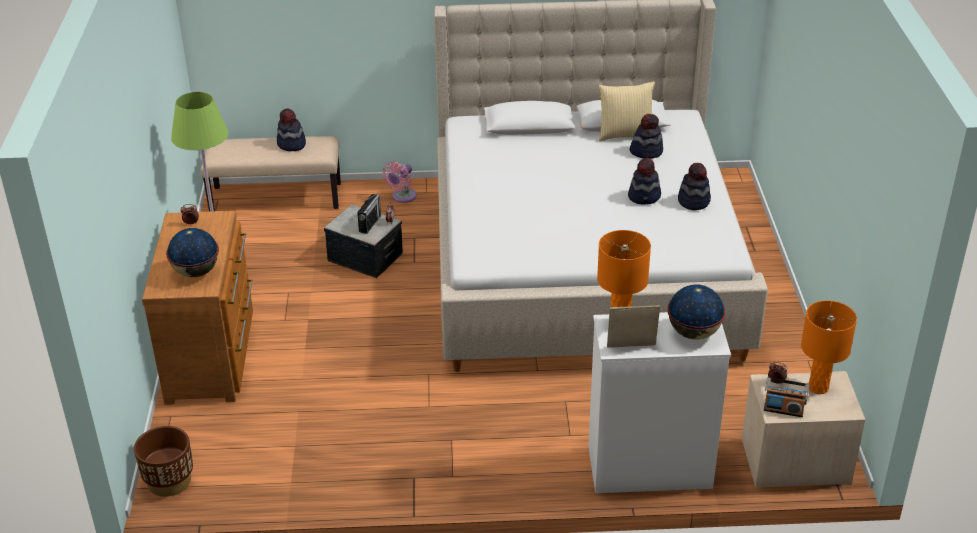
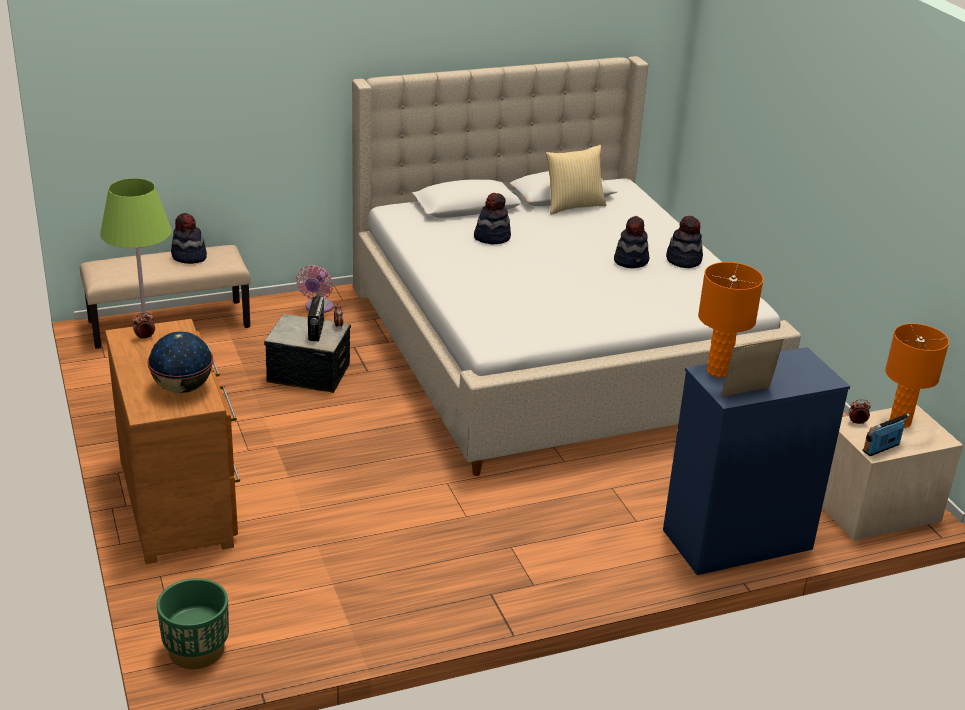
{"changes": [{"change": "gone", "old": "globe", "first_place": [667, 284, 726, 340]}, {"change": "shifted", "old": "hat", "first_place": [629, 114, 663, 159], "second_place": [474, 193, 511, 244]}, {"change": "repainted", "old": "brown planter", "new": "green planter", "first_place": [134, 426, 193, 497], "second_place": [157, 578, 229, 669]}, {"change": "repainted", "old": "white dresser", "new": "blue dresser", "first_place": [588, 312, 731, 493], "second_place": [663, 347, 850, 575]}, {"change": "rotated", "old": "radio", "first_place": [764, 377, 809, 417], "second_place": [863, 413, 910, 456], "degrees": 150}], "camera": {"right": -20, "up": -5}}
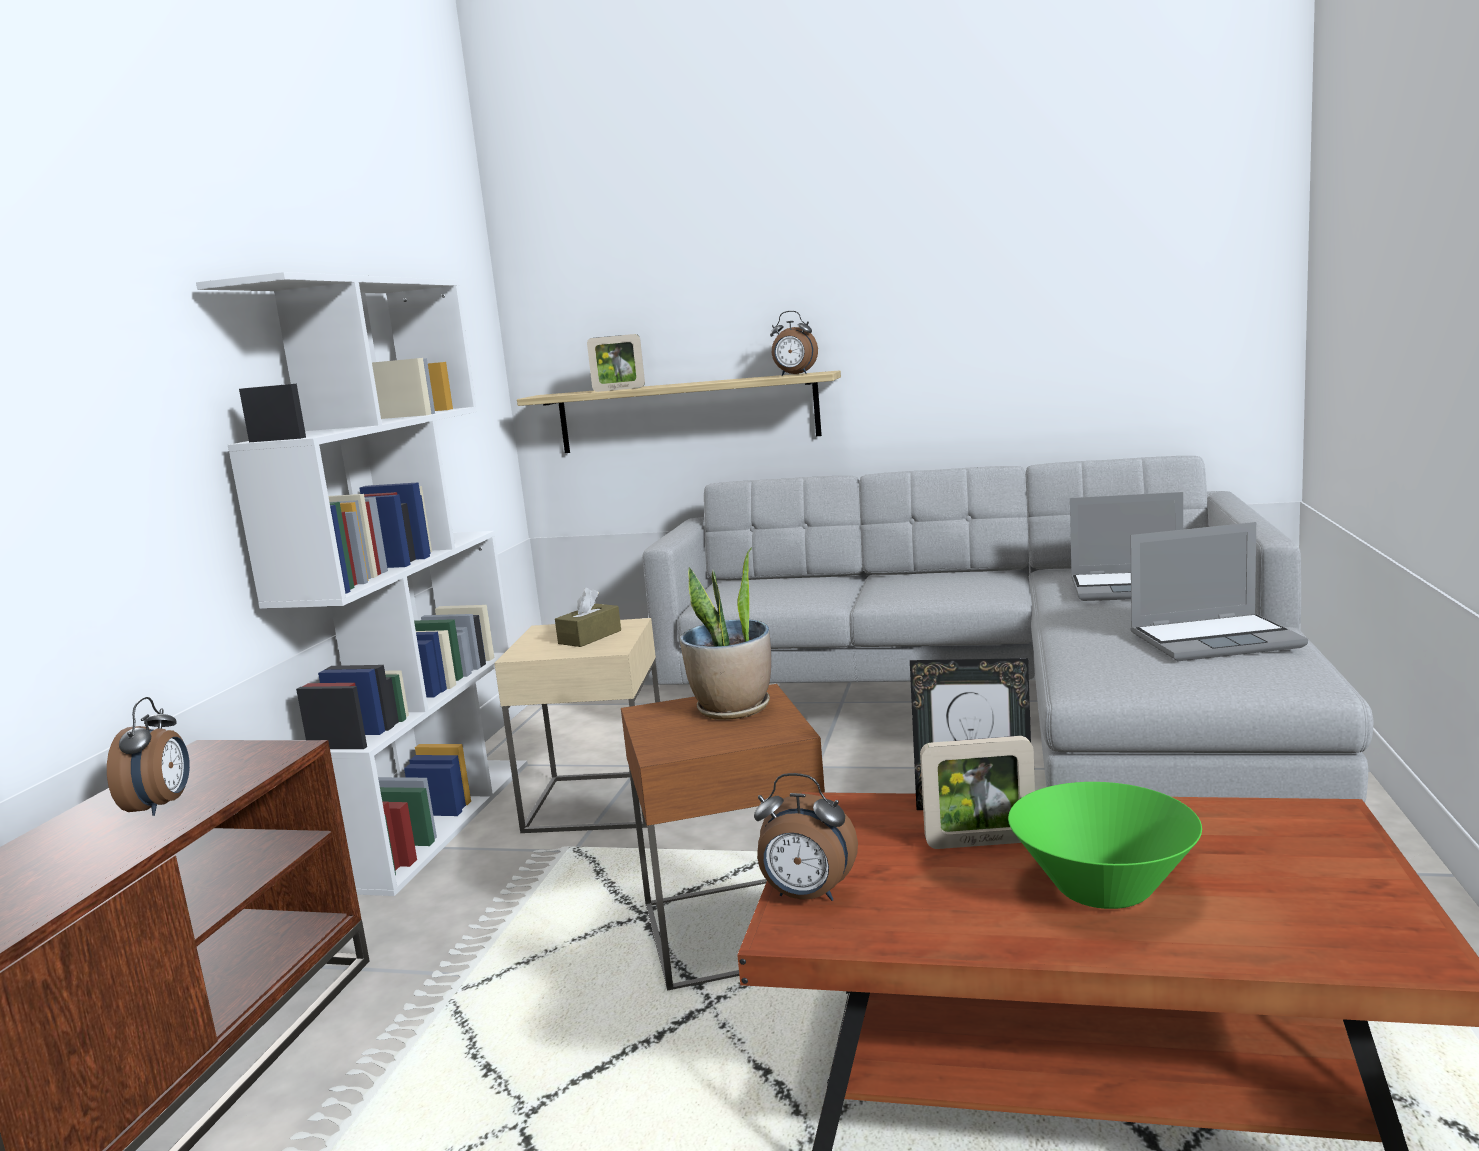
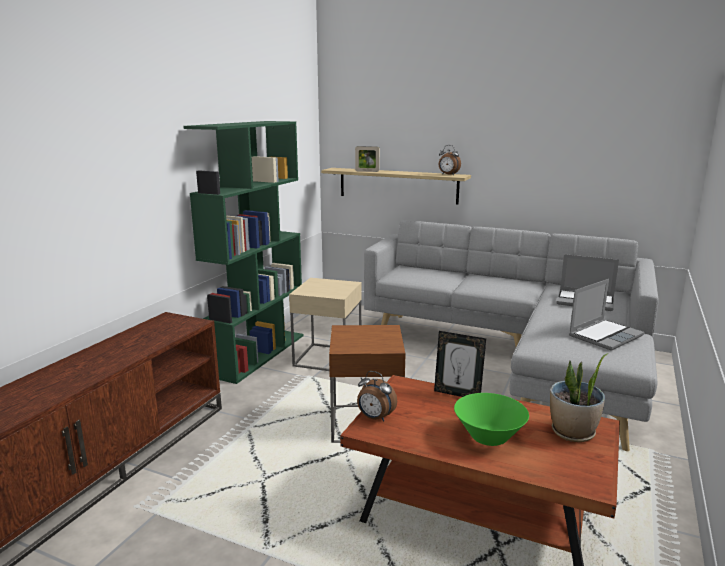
{"changes": [{"change": "gone", "old": "alarm clock", "first_place": [107, 697, 190, 816]}, {"change": "gone", "old": "brown tissue box", "first_place": [555, 588, 621, 647]}, {"change": "gone", "old": "picture frame", "first_place": [920, 736, 1035, 849]}, {"change": "shifted", "old": "potted plant", "first_place": [680, 547, 771, 720], "second_place": [550, 354, 607, 442]}, {"change": "repainted", "old": "white bookcase", "new": "green bookcase", "first_place": [196, 272, 528, 896], "second_place": [183, 121, 304, 384]}, {"change": "rotated", "old": "laptop", "first_place": [1130, 522, 1308, 661], "second_place": [569, 279, 645, 351], "degrees": -45}], "camera": {"right": 10, "up": 5}}
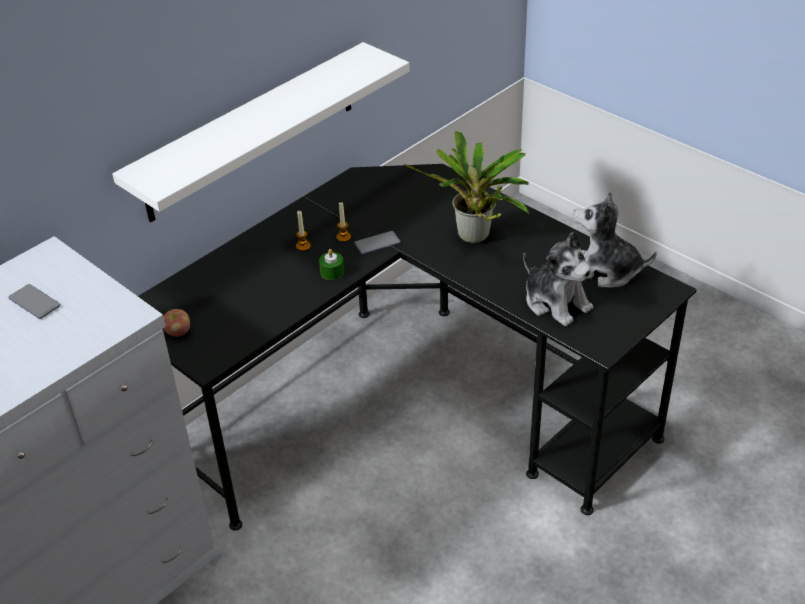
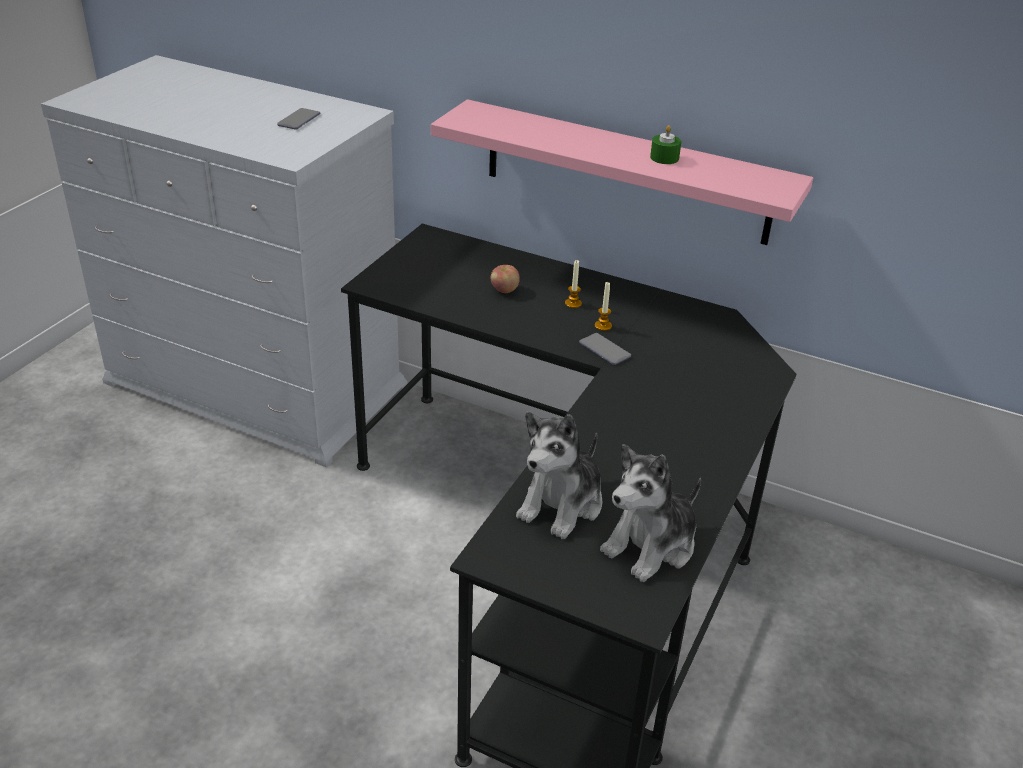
{"changes": [{"change": "gone", "old": "potted plant", "first_place": [404, 131, 529, 244]}, {"change": "shifted", "old": "apple", "first_place": [163, 309, 190, 337], "second_place": [491, 265, 520, 293]}, {"change": "shifted", "old": "green candle", "first_place": [319, 249, 344, 280], "second_place": [650, 125, 681, 164]}, {"change": "repainted", "old": "white shelf", "new": "pink shelf", "first_place": [112, 42, 410, 222], "second_place": [431, 99, 813, 245]}, {"change": "rotated", "old": "plush toy", "first_place": [573, 192, 657, 288], "second_place": [600, 444, 701, 582], "degrees": -135}], "camera": {"right": 70, "up": -5}}
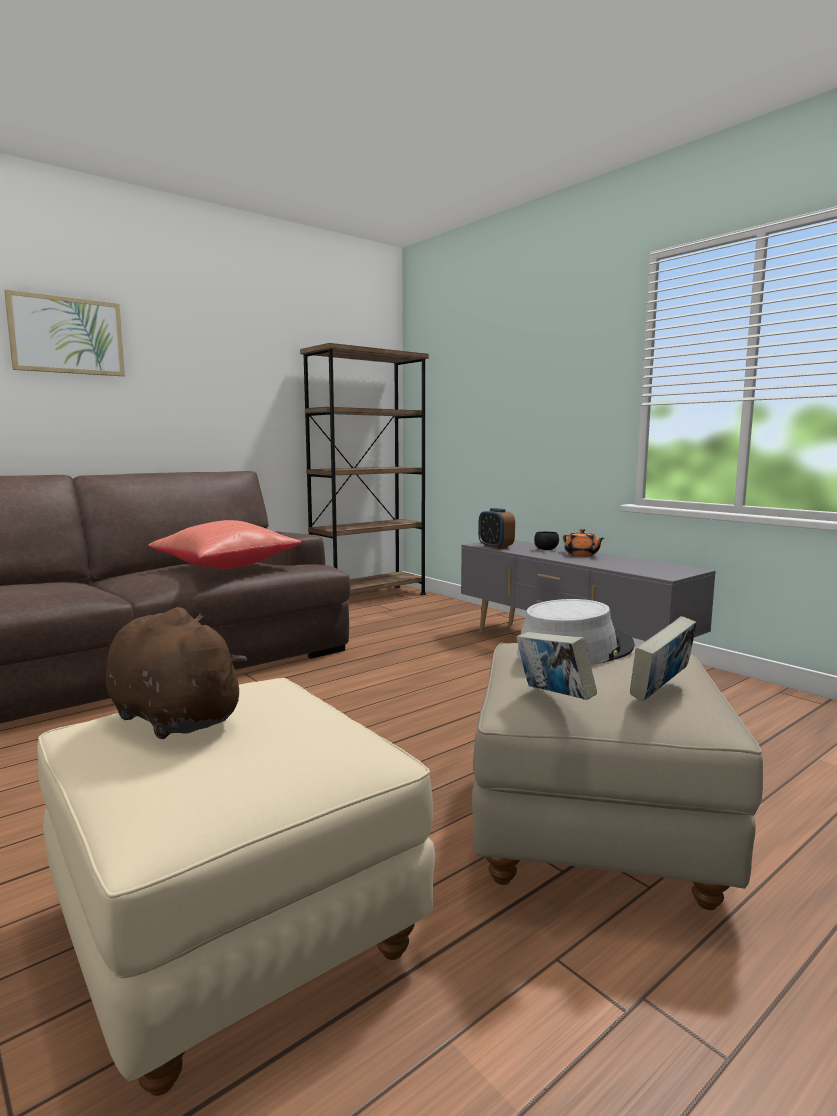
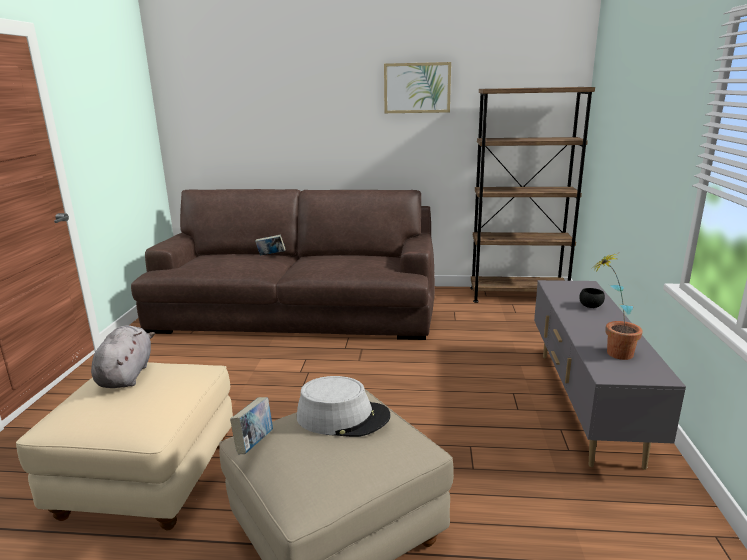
{"changes": [{"change": "gone", "old": "red pillow", "first_place": [148, 520, 301, 569]}, {"change": "gone", "old": "alarm clock", "first_place": [478, 508, 515, 549]}, {"change": "gone", "old": "orange teapot", "first_place": [563, 529, 604, 557]}, {"change": "new", "new": "potted plant", "second_place": [595, 253, 643, 360]}, {"change": "shifted", "old": "picture", "first_place": [4, 289, 125, 376], "second_place": [384, 62, 451, 113]}, {"change": "shifted", "old": "book", "first_place": [630, 616, 697, 701], "second_place": [255, 234, 286, 256]}, {"change": "repainted", "old": "brown plush toy", "new": "grey plush toy", "first_place": [106, 607, 247, 739], "second_place": [91, 325, 155, 388]}], "camera": {"right": 45, "up": 10}}
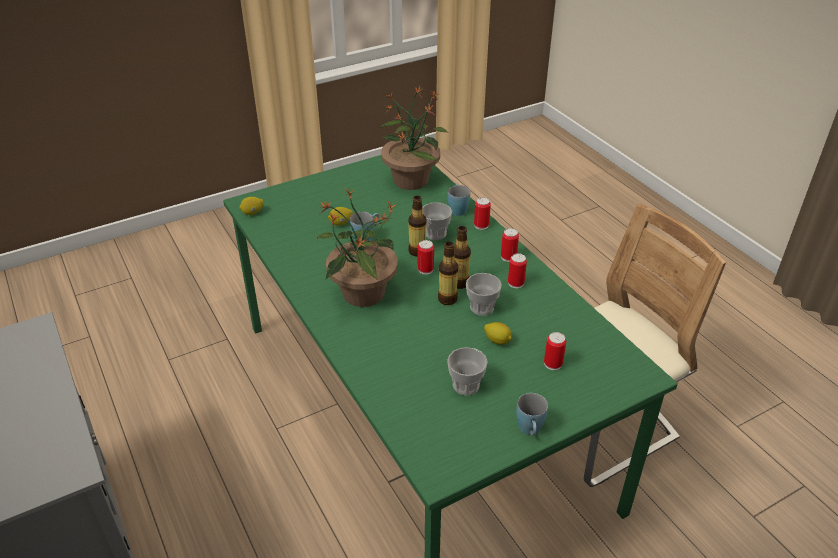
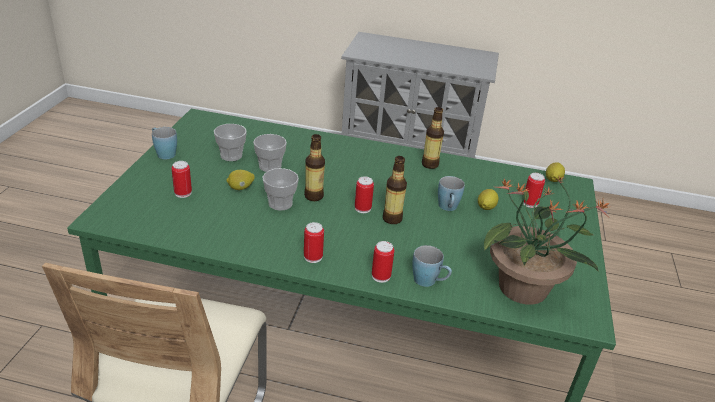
{"changes": [{"change": "gone", "old": "potted plant", "first_place": [317, 188, 398, 307]}, {"change": "shifted", "old": "cup", "first_place": [423, 202, 452, 240], "second_place": [253, 134, 287, 172]}, {"change": "shifted", "old": "bottle", "first_place": [454, 226, 471, 289], "second_place": [422, 107, 444, 169]}, {"change": "shifted", "old": "can", "first_place": [508, 253, 527, 288], "second_place": [523, 173, 545, 208]}], "camera": {"right": 130, "up": -5}}
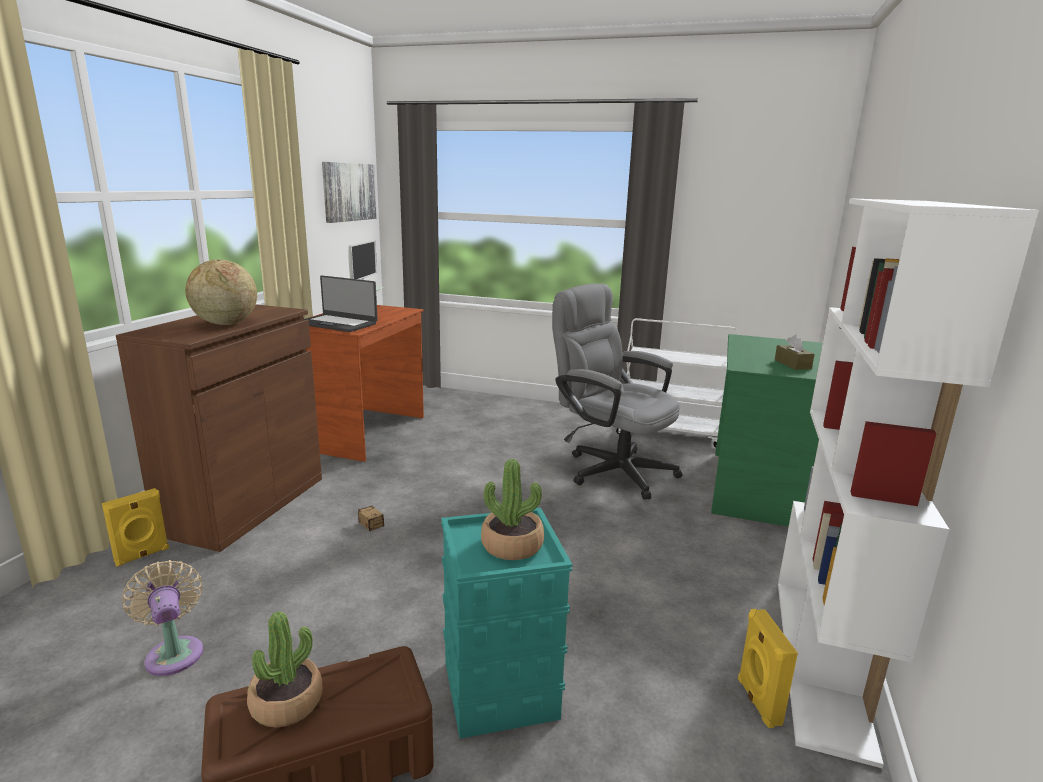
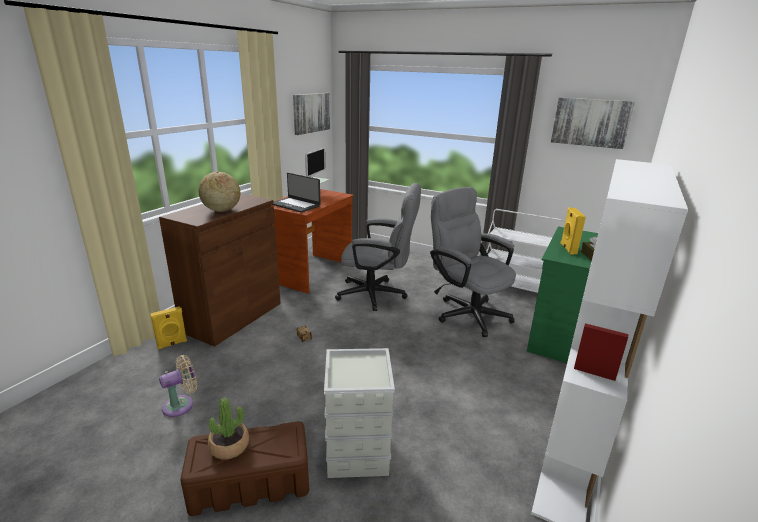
{"changes": [{"change": "gone", "old": "potted plant", "first_place": [481, 459, 544, 560]}, {"change": "new", "new": "grey office chair", "second_place": [335, 183, 421, 311]}, {"change": "new", "new": "picture", "second_place": [551, 97, 635, 149]}, {"change": "shifted", "old": "yellow speaker", "first_place": [738, 609, 798, 728], "second_place": [561, 207, 586, 255]}, {"change": "repainted", "old": "turquoise storage box", "new": "grey storage box", "first_place": [441, 508, 573, 739], "second_place": [324, 348, 395, 478]}, {"change": "rotated", "old": "beige fan", "first_place": [122, 560, 203, 676], "second_place": [159, 355, 197, 417], "degrees": 75}], "camera": {"right": 10, "up": 5}}
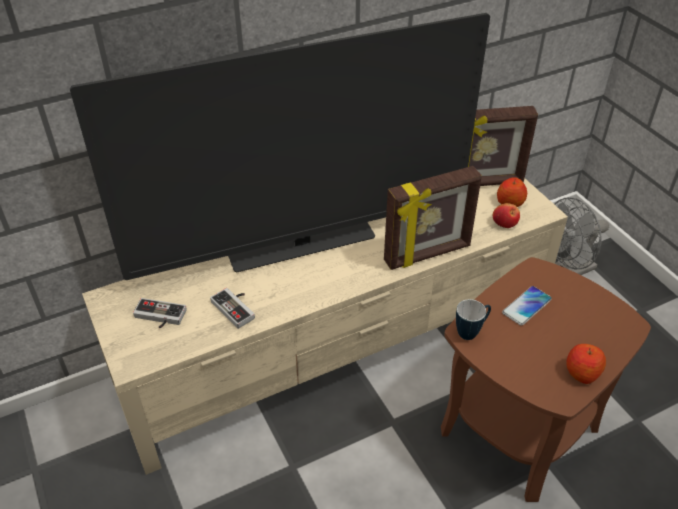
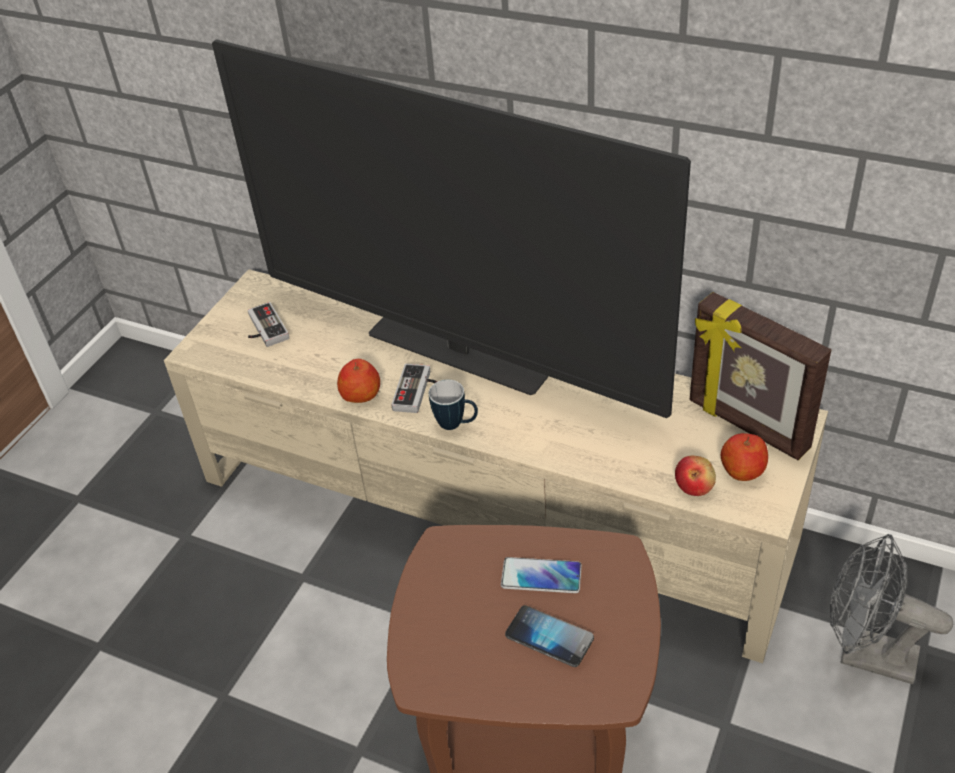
{"changes": [{"change": "gone", "old": "picture frame", "first_place": [384, 166, 482, 270]}, {"change": "new", "new": "phone", "second_place": [505, 605, 594, 667]}, {"change": "shifted", "old": "game controller", "first_place": [210, 288, 255, 329], "second_place": [391, 364, 437, 413]}, {"change": "shifted", "old": "mug", "first_place": [456, 299, 491, 340], "second_place": [429, 380, 478, 430]}, {"change": "shifted", "old": "apple", "first_place": [566, 344, 606, 384], "second_place": [337, 359, 380, 403]}], "camera": {"right": 55, "up": 0}}
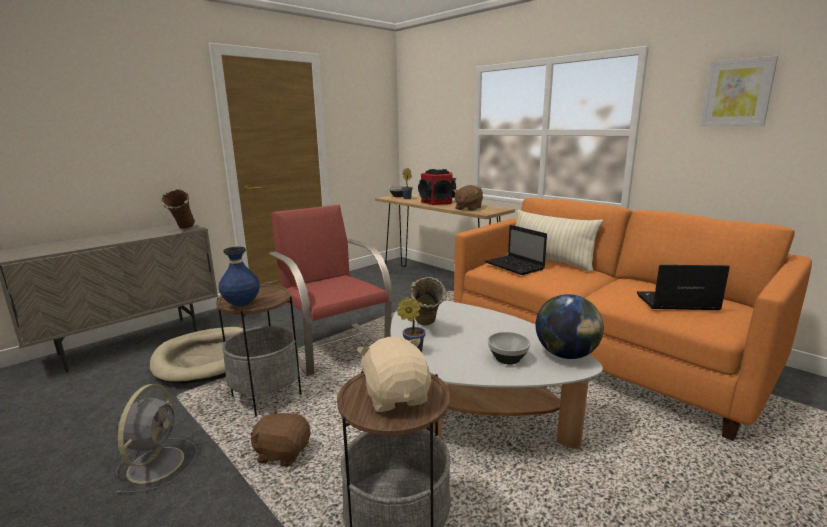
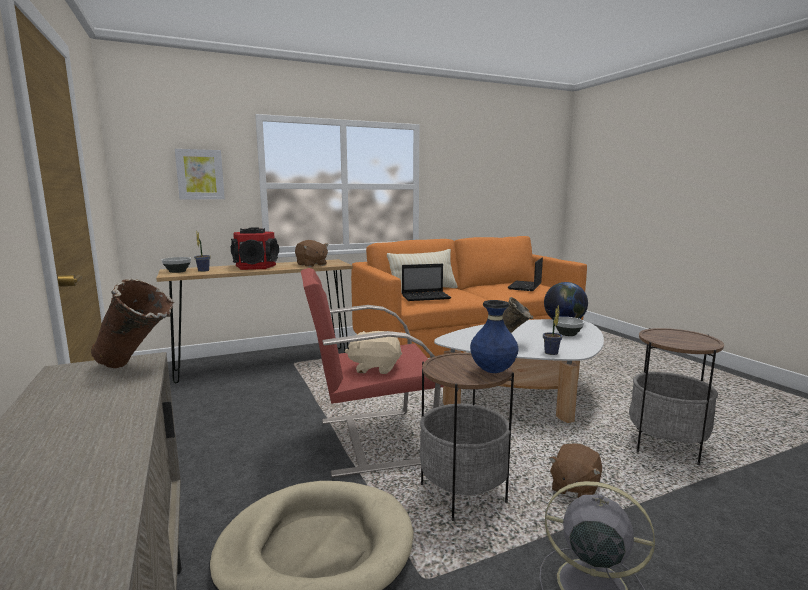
{"changes": [{"change": "shifted", "old": "beige plush toy", "first_place": [357, 337, 431, 412], "second_place": [345, 331, 402, 374]}, {"change": "shifted", "old": "picture", "first_place": [700, 56, 778, 126], "second_place": [175, 149, 225, 199]}], "camera": {"right": -70, "up": -5}}
